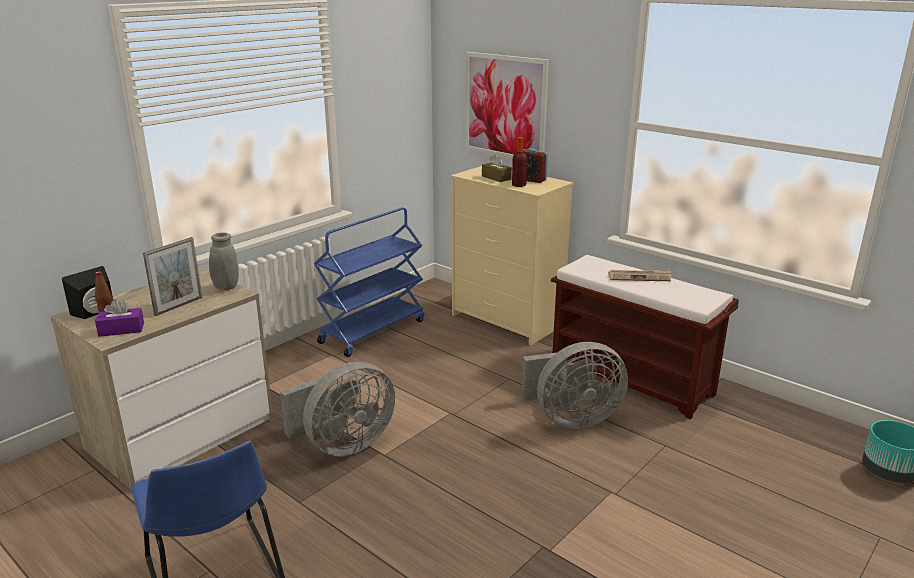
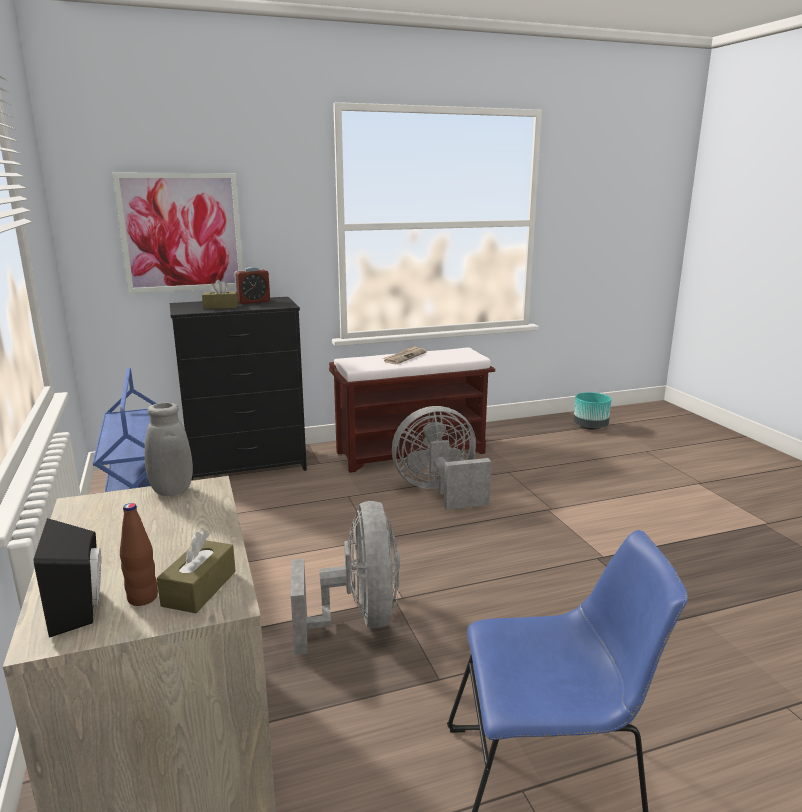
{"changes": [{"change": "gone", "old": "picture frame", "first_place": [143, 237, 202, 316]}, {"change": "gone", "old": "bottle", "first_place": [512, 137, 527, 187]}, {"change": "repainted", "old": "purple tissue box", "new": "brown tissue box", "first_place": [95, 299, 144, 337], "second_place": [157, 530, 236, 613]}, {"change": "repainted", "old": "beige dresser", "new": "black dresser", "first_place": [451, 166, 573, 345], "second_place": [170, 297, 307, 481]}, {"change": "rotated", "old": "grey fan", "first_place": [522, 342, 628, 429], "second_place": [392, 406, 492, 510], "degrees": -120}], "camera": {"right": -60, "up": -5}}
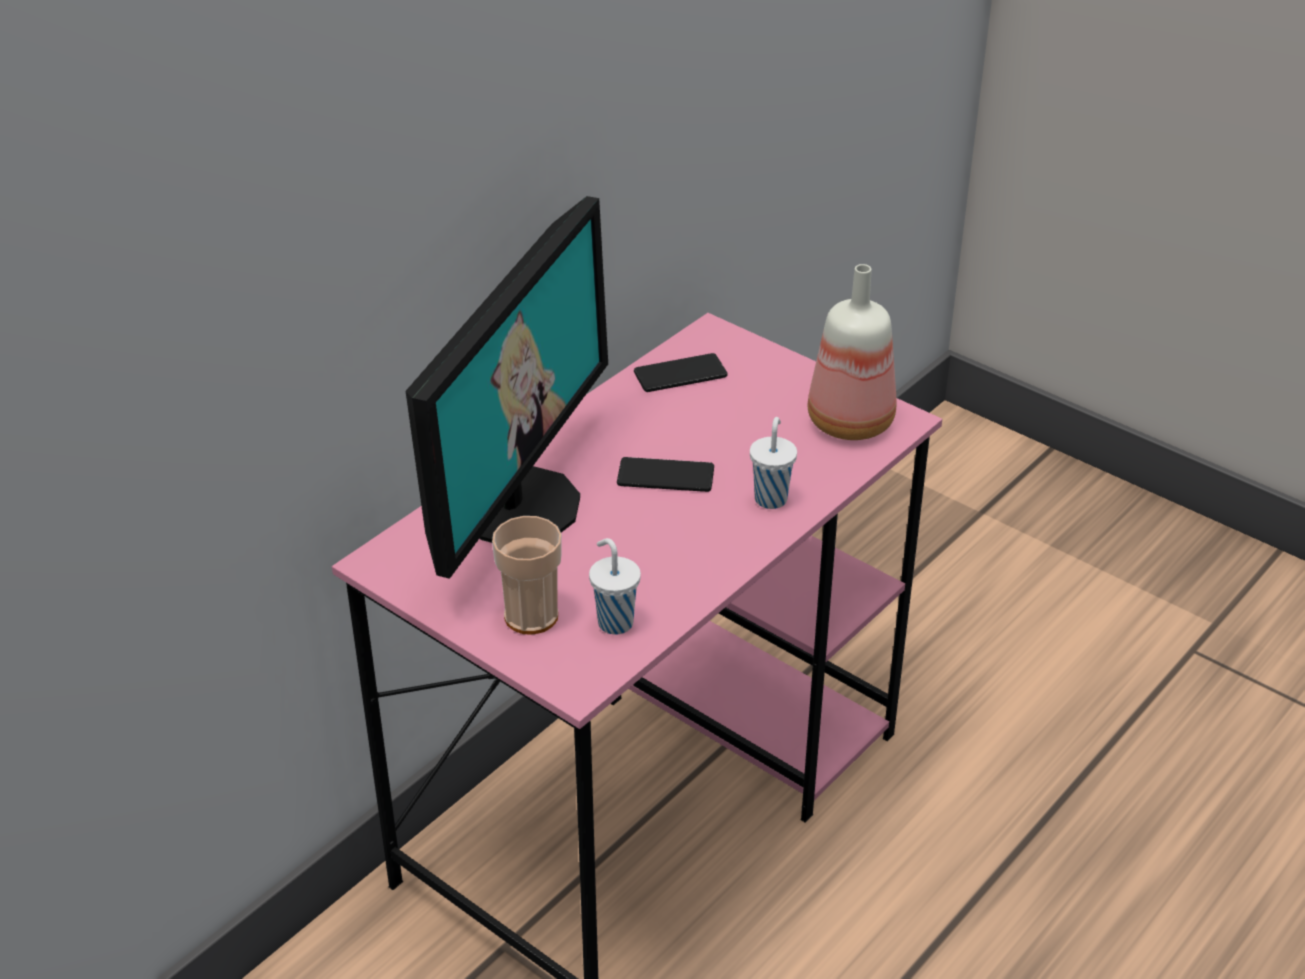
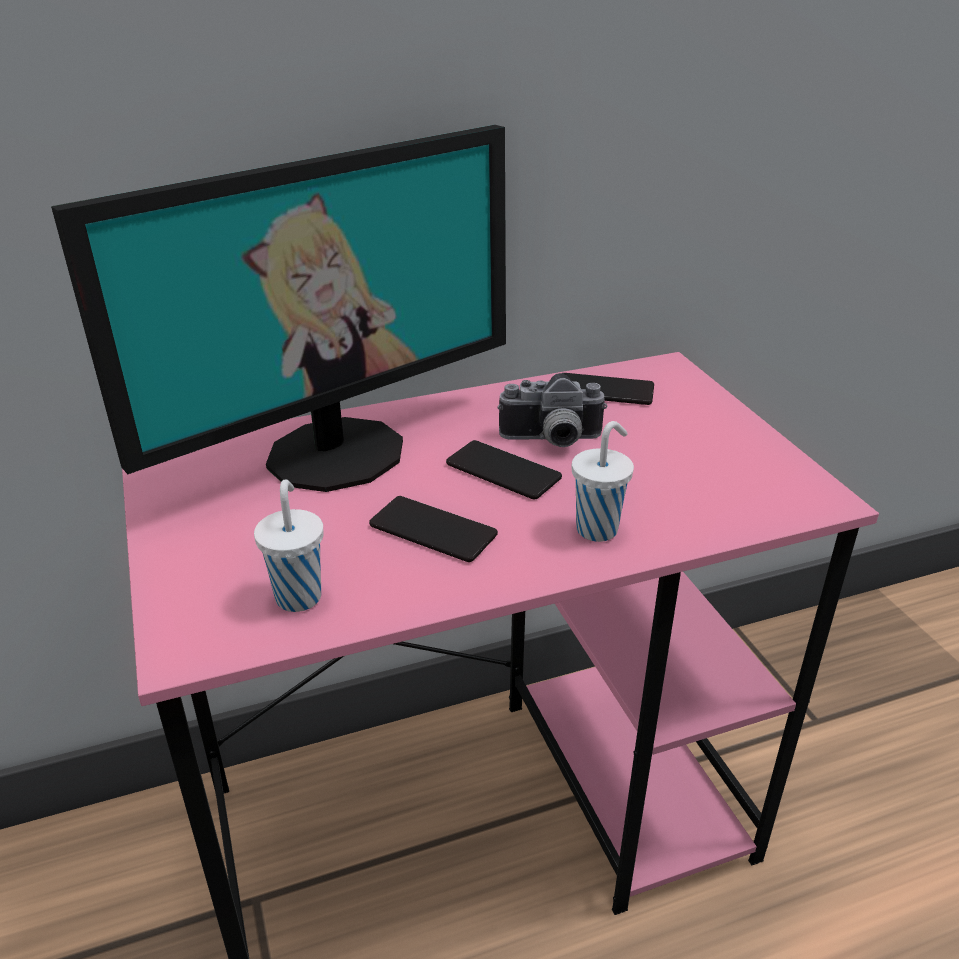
{"changes": [{"change": "gone", "old": "cup", "first_place": [492, 516, 562, 634]}, {"change": "gone", "old": "bottle", "first_place": [808, 264, 896, 440]}, {"change": "new", "new": "phone", "second_place": [369, 496, 498, 562]}, {"change": "new", "new": "photo camera", "second_place": [498, 373, 608, 447]}], "camera": {"right": 30, "up": -5}}
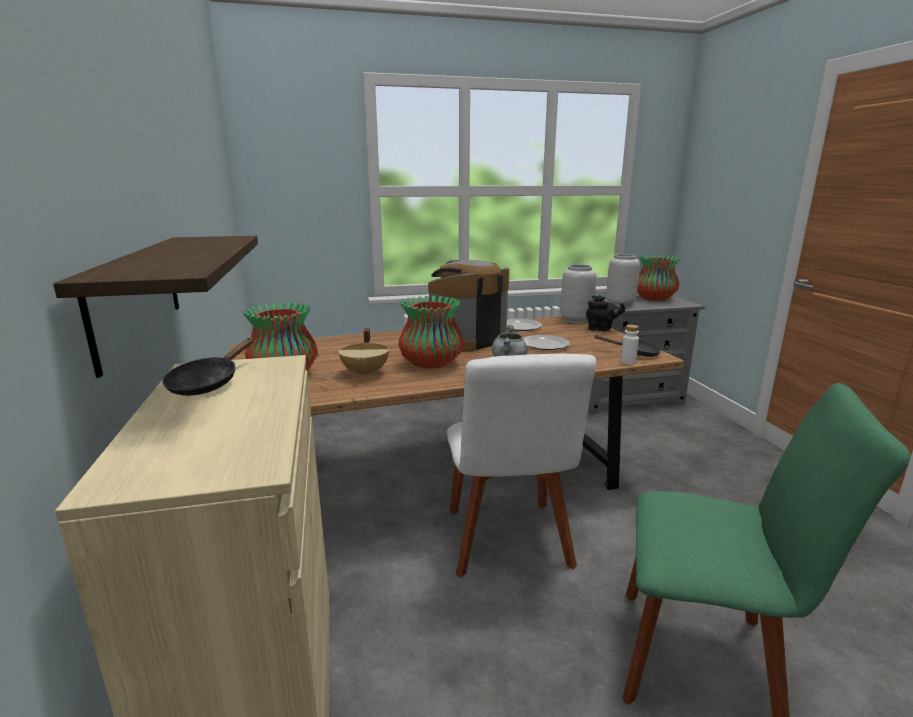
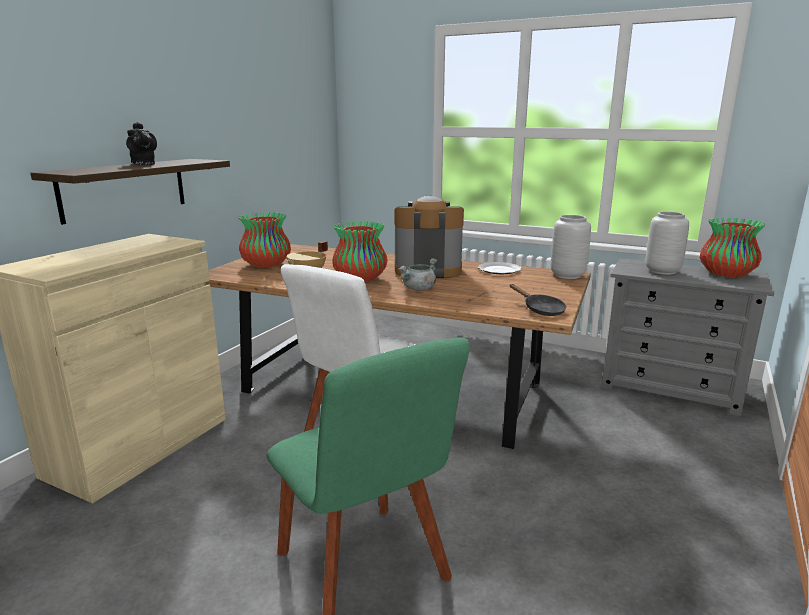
{"changes": [{"change": "gone", "old": "black frying pan", "first_place": [162, 338, 254, 396]}, {"change": "gone", "old": "plate", "first_place": [523, 335, 570, 350]}, {"change": "gone", "old": "white bottle", "first_place": [621, 325, 639, 365]}, {"change": "shifted", "old": "black teapot", "first_place": [586, 295, 625, 331], "second_place": [126, 122, 157, 165]}], "camera": {"right": 40, "up": 0}}
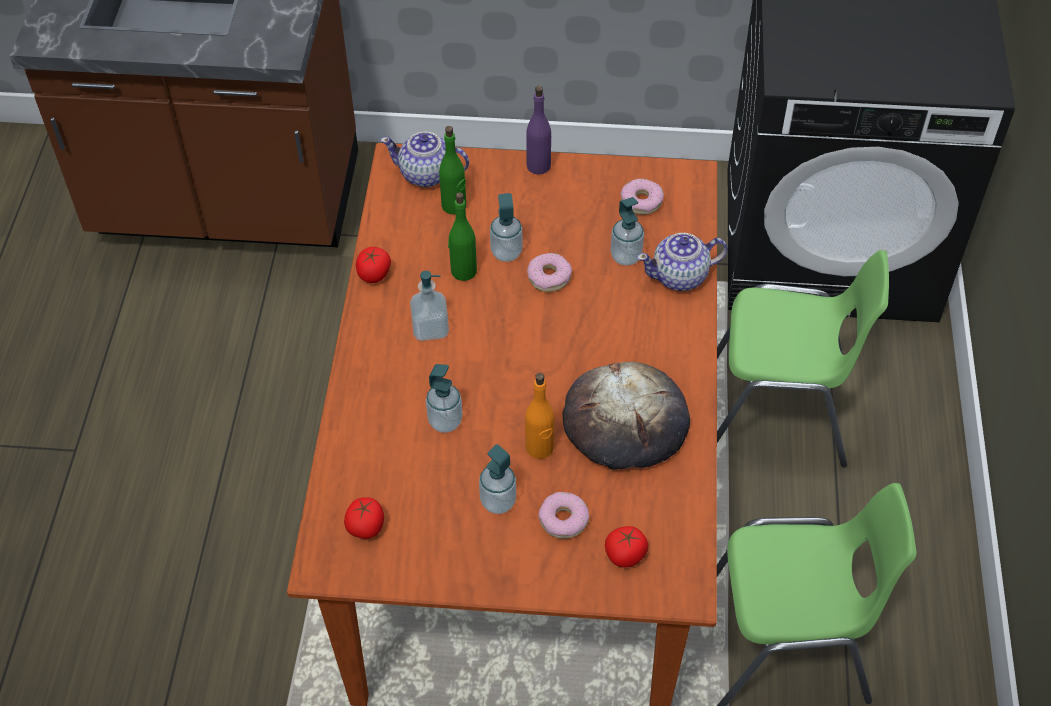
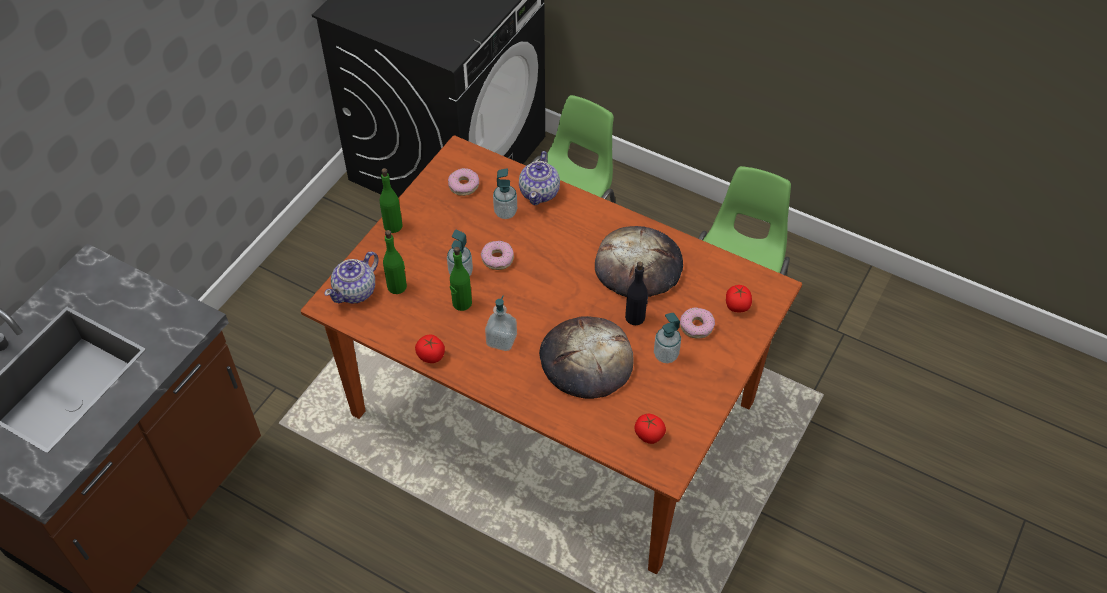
{"changes": [{"change": "swapped", "old": "soap dispenser", "new": "bread", "first_place": [426, 364, 462, 433], "second_place": [539, 316, 634, 399]}, {"change": "repainted", "old": "orange bottle", "new": "black bottle", "first_place": [525, 373, 554, 459], "second_place": [625, 262, 648, 325]}, {"change": "repainted", "old": "purple bottle", "new": "green bottle", "first_place": [526, 86, 551, 175], "second_place": [380, 168, 403, 233]}], "camera": {"right": -65, "up": 0}}
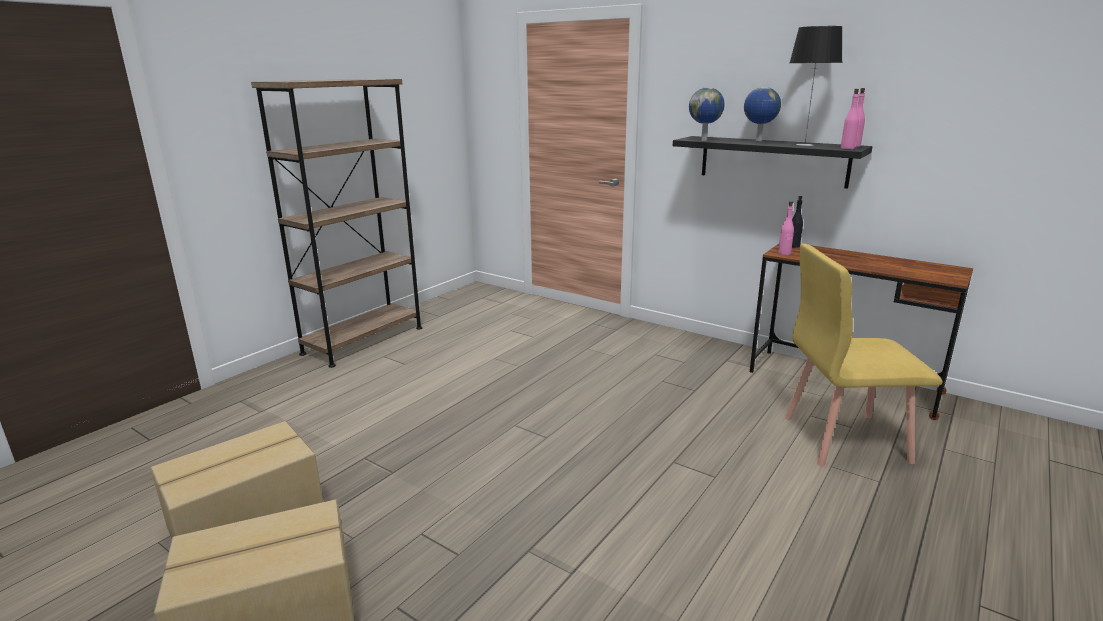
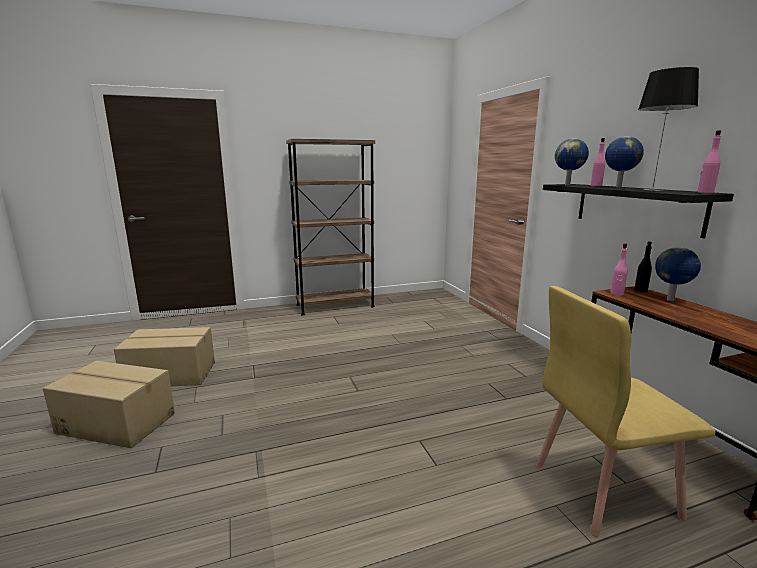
{"changes": [{"change": "new", "new": "globe", "second_place": [655, 247, 701, 301]}, {"change": "shifted", "old": "pink bottle", "first_place": [841, 89, 859, 149], "second_place": [591, 138, 605, 186]}, {"change": "rotated", "old": "yellow chair", "first_place": [785, 244, 943, 466], "second_place": [536, 286, 716, 537], "degrees": -45}], "camera": {"right": 35, "up": -5}}
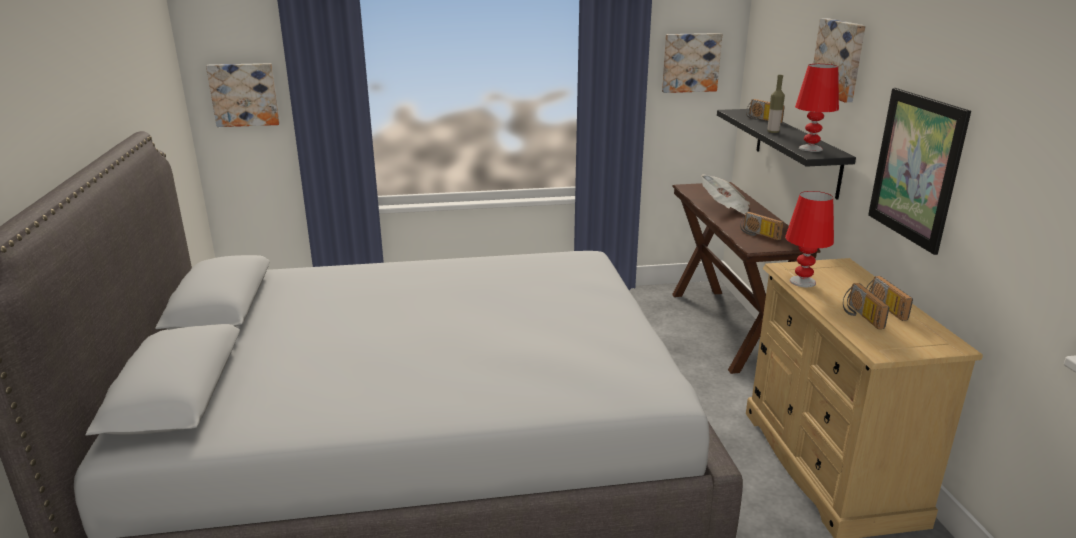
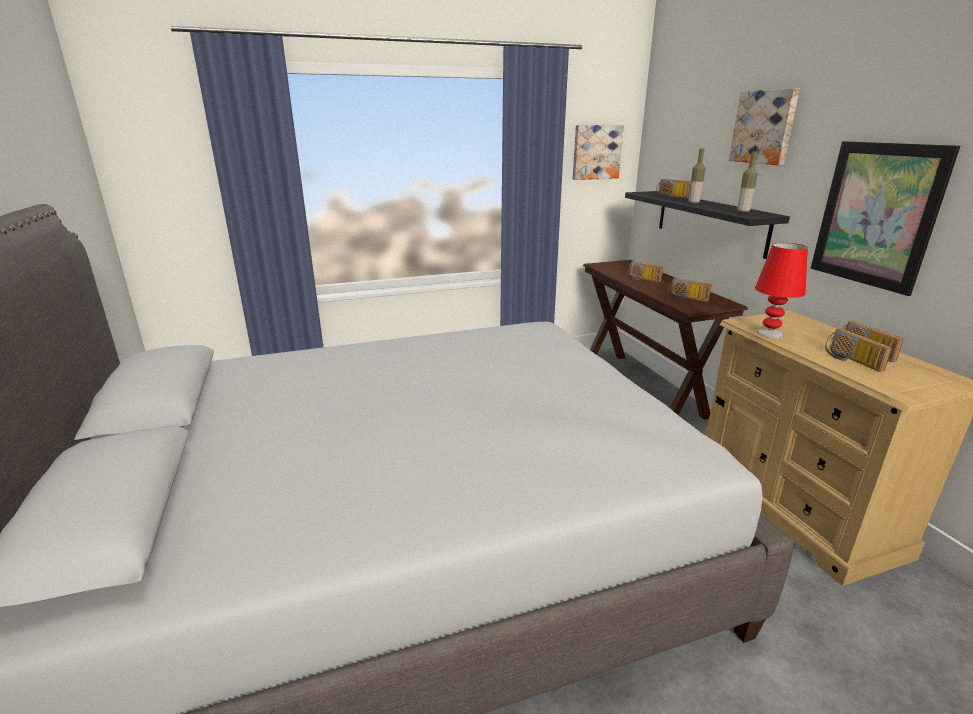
{"changes": [{"change": "gone", "old": "picture", "first_place": [206, 63, 280, 127]}, {"change": "swapped", "old": "newspaper", "new": "radio", "first_place": [701, 174, 750, 215], "second_place": [626, 261, 663, 283]}, {"change": "swapped", "old": "red table lamp", "new": "bottle", "first_place": [795, 64, 839, 152], "second_place": [737, 152, 758, 213]}], "camera": {"right": -10, "up": 0}}
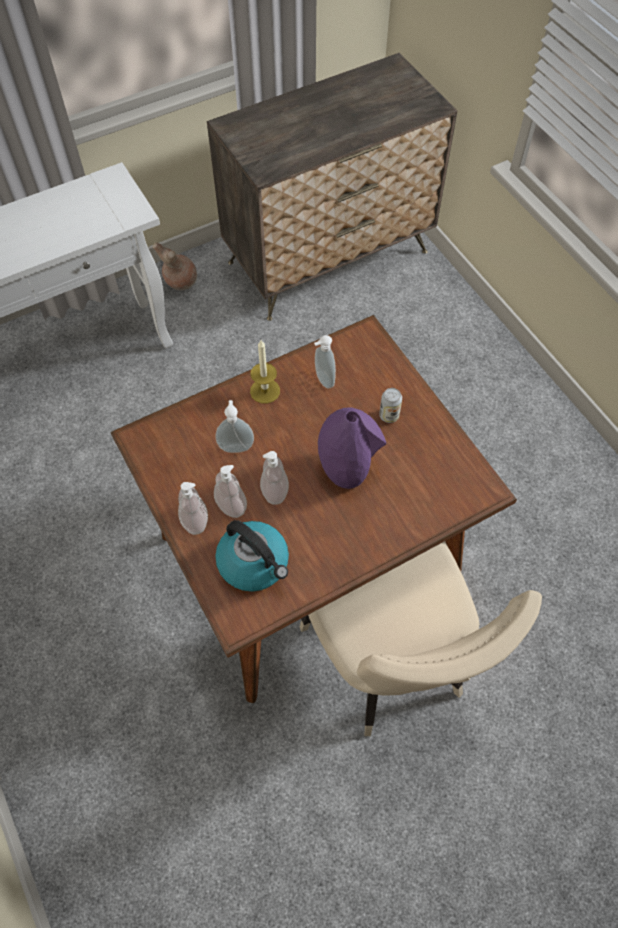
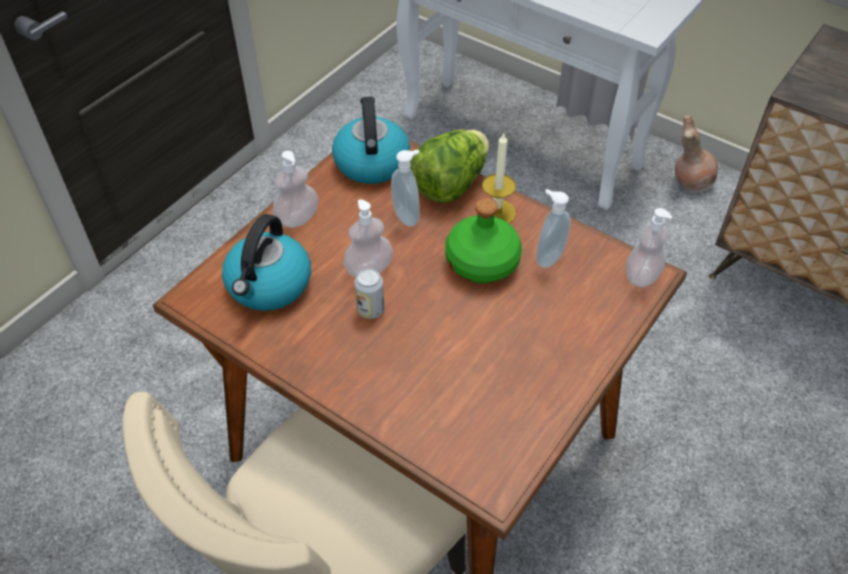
{"changes": [{"change": "gone", "old": "purple vase", "first_place": [318, 407, 386, 489]}, {"change": "new", "new": "kettle", "second_place": [332, 97, 410, 184]}, {"change": "new", "new": "lettuce", "second_place": [409, 129, 489, 203]}, {"change": "new", "new": "green bottle", "second_place": [445, 198, 522, 283]}, {"change": "shifted", "old": "soap dispenser", "first_place": [214, 465, 247, 518], "second_place": [626, 208, 672, 287]}, {"change": "shifted", "old": "can", "first_place": [379, 388, 402, 423], "second_place": [354, 268, 384, 319]}], "camera": {"right": 65, "up": -10}}
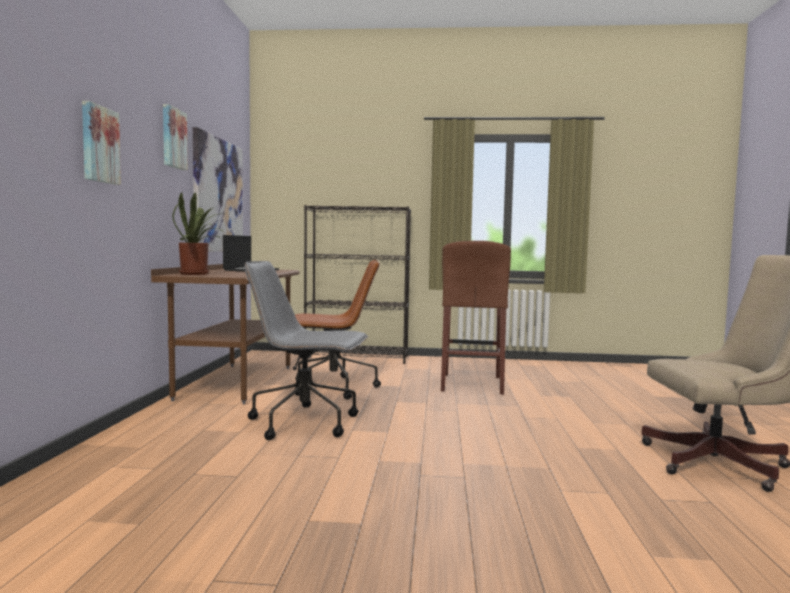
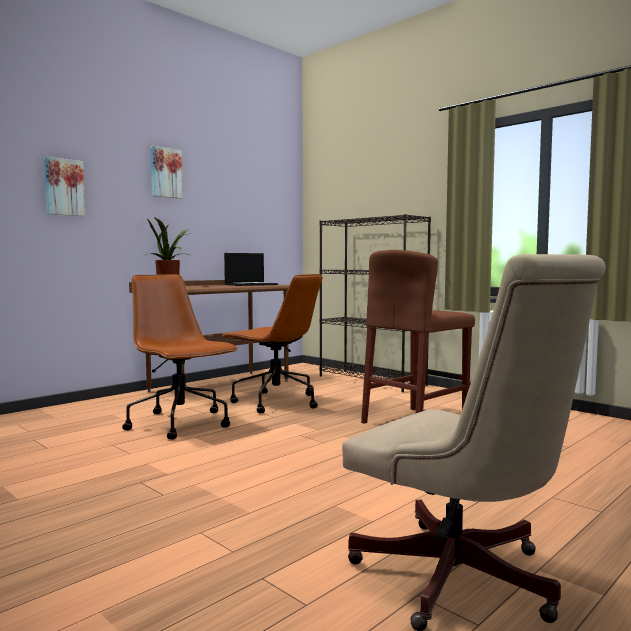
{"changes": [{"change": "gone", "old": "picture", "first_place": [193, 127, 243, 252]}, {"change": "repainted", "old": "grey office chair", "new": "brown office chair", "first_place": [244, 261, 368, 440], "second_place": [122, 274, 238, 440]}], "camera": {"right": 40, "up": 0}}
